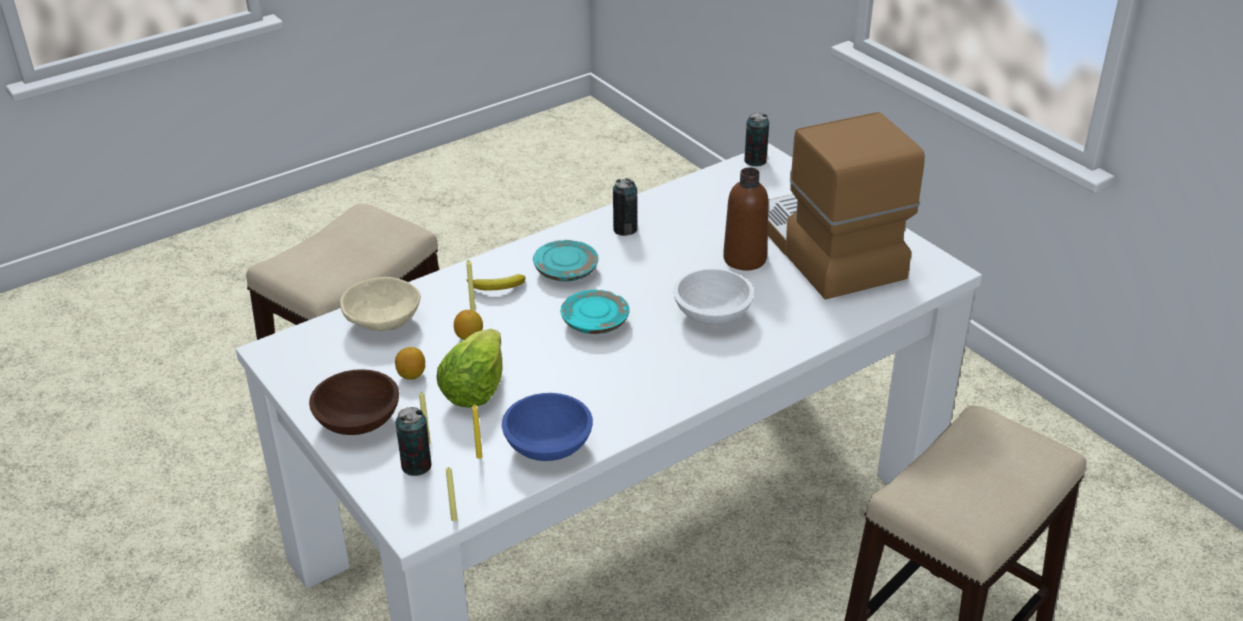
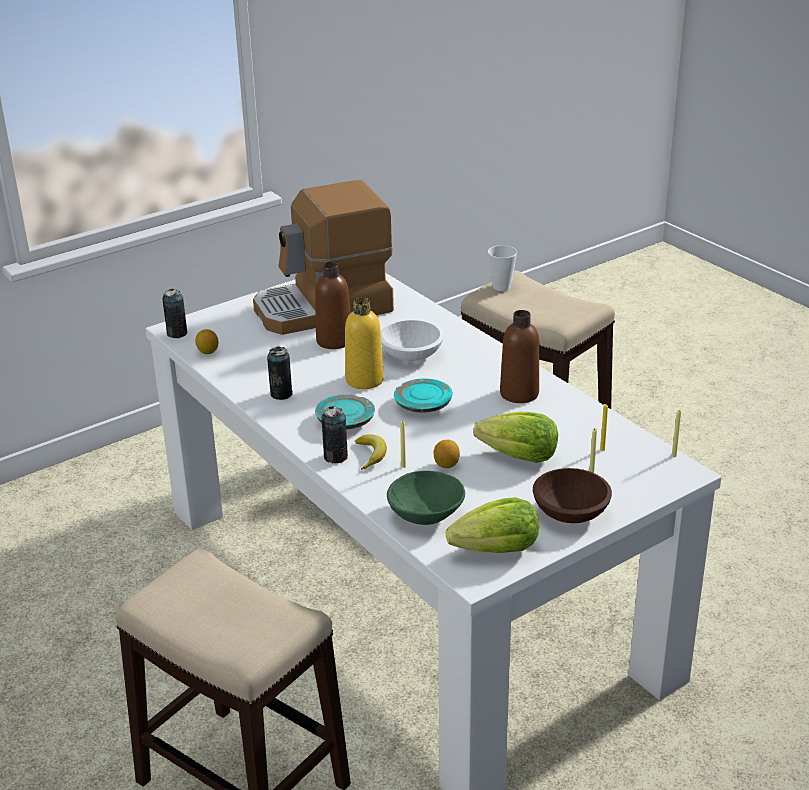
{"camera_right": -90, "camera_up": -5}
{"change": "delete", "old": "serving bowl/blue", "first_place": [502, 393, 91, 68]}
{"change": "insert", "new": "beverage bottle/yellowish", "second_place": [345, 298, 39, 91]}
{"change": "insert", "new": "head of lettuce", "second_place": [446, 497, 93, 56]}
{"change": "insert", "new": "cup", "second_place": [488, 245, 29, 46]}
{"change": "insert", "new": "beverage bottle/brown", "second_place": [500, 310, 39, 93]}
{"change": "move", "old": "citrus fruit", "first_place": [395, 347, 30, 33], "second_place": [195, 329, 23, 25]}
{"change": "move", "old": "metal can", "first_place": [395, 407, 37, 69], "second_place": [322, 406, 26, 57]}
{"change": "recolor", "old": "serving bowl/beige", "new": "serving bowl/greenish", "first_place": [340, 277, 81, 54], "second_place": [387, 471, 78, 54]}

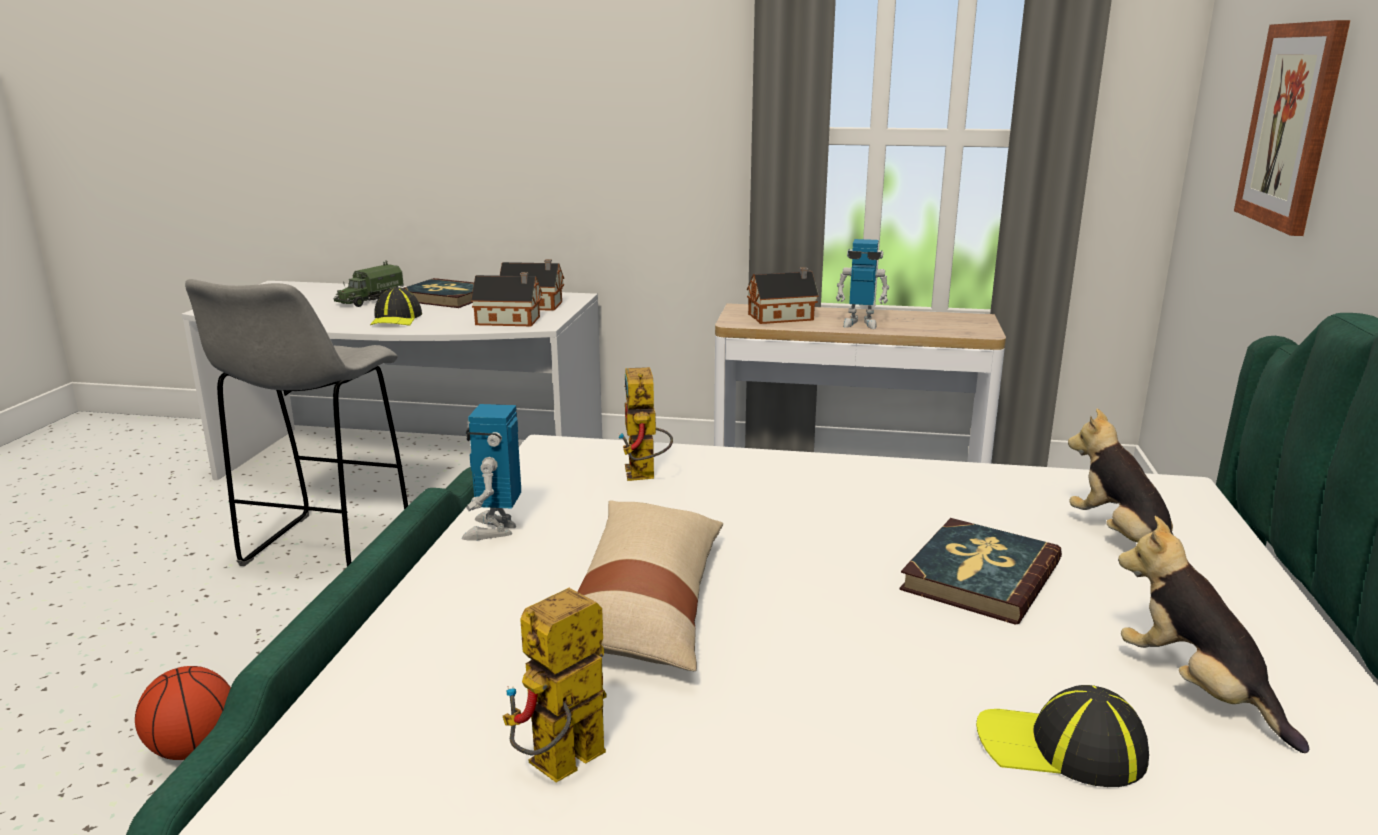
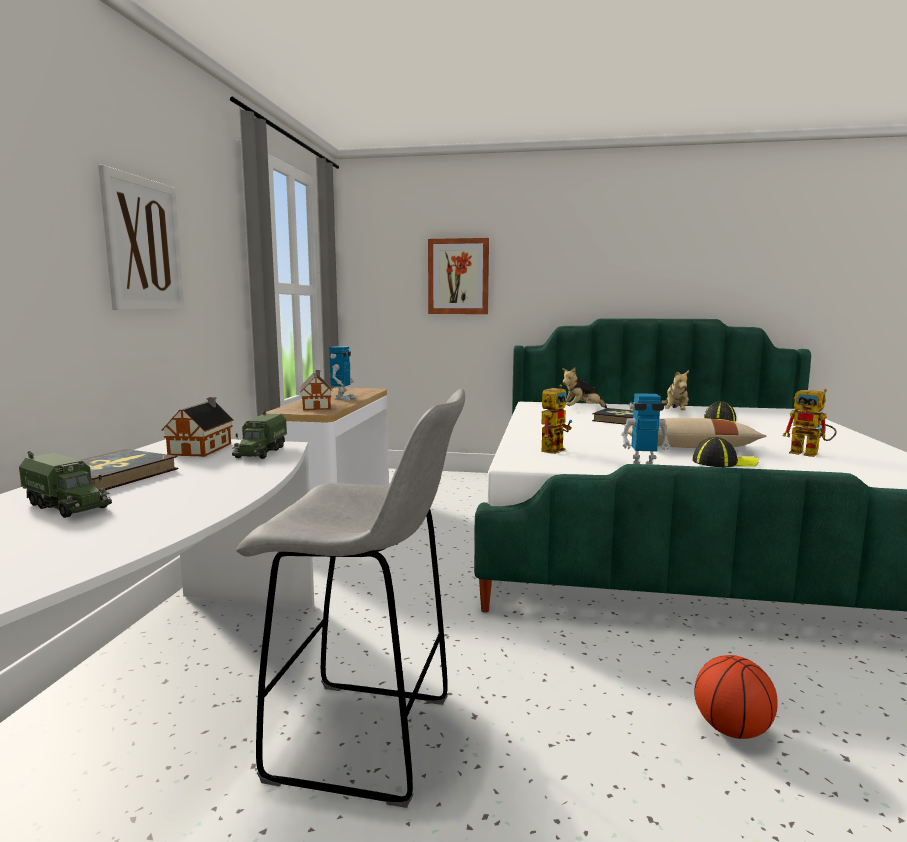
{"camera_right": -90, "camera_up": -10}
{"change": "insert", "new": "wall picture", "second_place": [98, 165, 87, 145]}
{"change": "move", "old": "baseball cap", "first_place": [370, 287, 52, 39], "second_place": [692, 437, 66, 30]}
{"change": "replace", "old": "toy house", "new": "model truck", "first_place": [471, 272, 71, 54], "second_place": [232, 410, 55, 49]}
{"change": "rotate", "old": "toy robot", "first_place": [618, 367, 55, 114], "second_place": [541, 385, 31, 69], "degrees": -45}
{"change": "rotate", "old": "cuddly toy", "first_place": [1118, 516, 192, 237], "second_place": [661, 370, 28, 40], "degrees": -45}

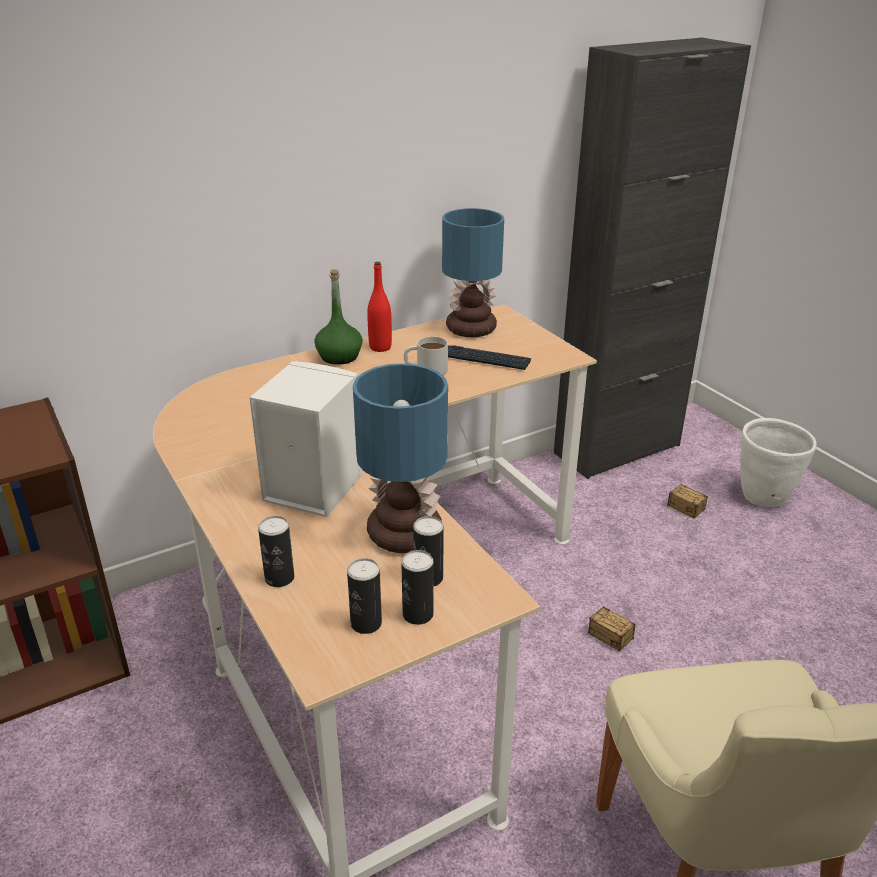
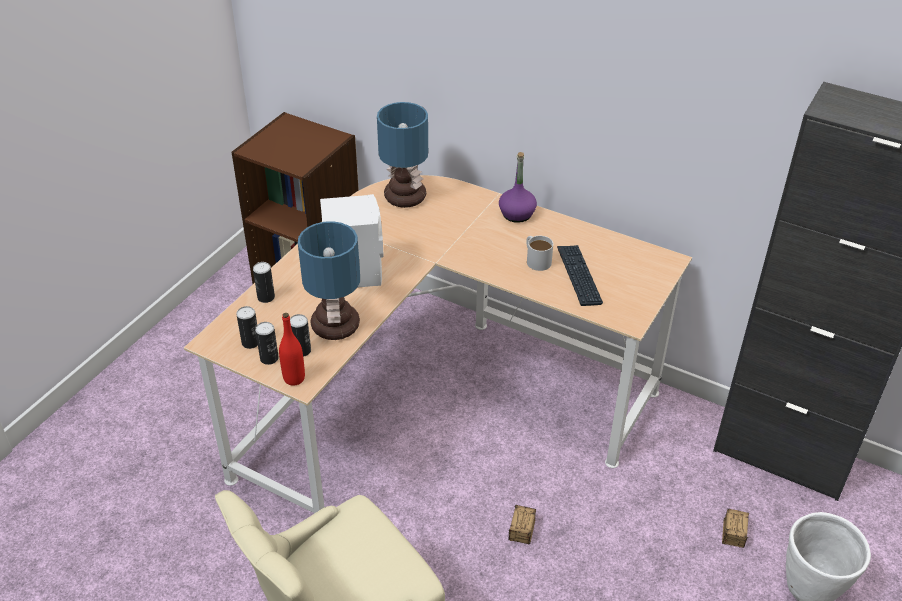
{"camera_right": 60, "camera_up": 10}
{"change": "move", "old": "beverage bottle/reddish", "first_place": [367, 262, 25, 90], "second_place": [279, 313, 26, 73]}
{"change": "move", "old": "lamp for a table", "first_place": [442, 208, 62, 129], "second_place": [377, 102, 51, 106]}
{"change": "recolor", "old": "beverage bottle/greenish", "new": "beverage bottle/purplish", "first_place": [314, 269, 49, 96], "second_place": [499, 152, 38, 71]}

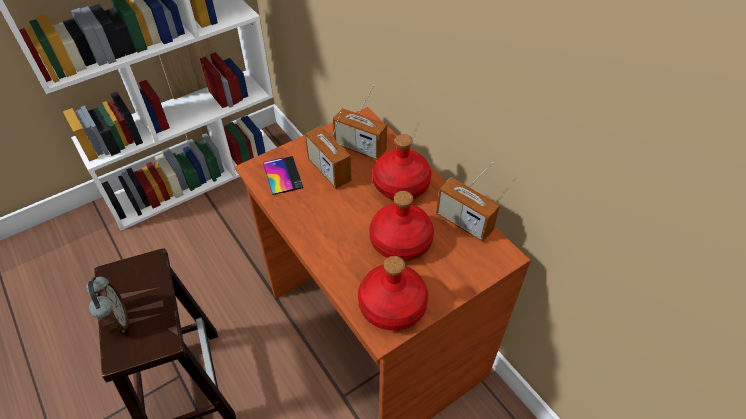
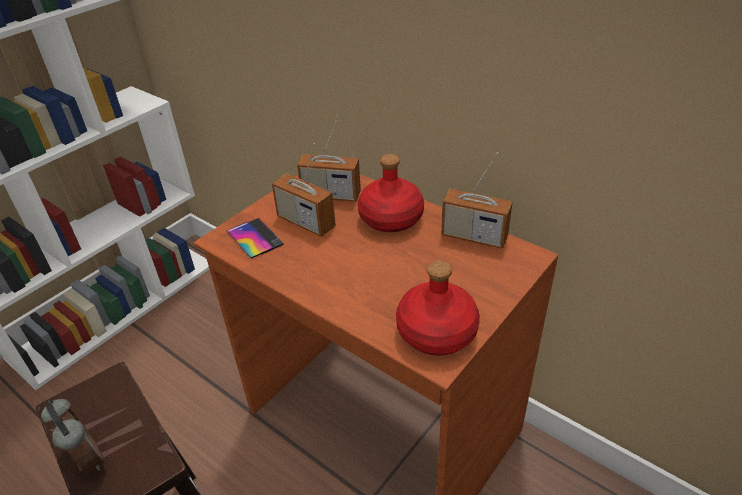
{"camera_right": -15, "camera_up": -10}
{"change": "delete", "old": "beverage bottle/reddish", "first_place": [369, 191, 65, 70]}

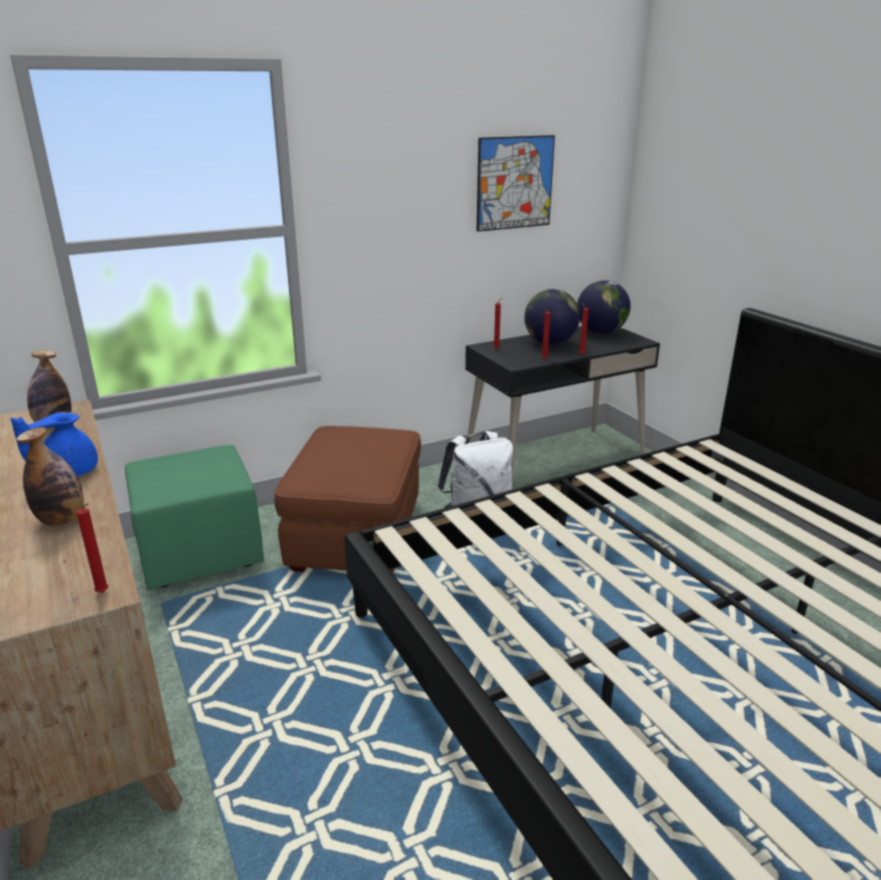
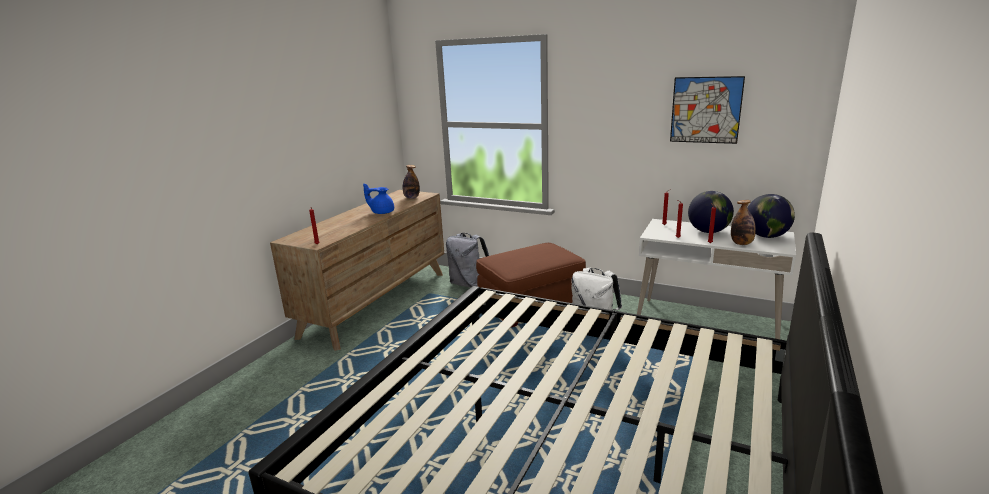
{"camera_right": 55, "camera_up": -5}
{"change": "move", "old": "beverage bottle", "first_place": [16, 427, 68, 99], "second_place": [731, 200, 25, 45]}
{"change": "replace", "old": "ottoman/greenish", "new": "rucksack/greyish", "first_place": [125, 445, 139, 146], "second_place": [446, 233, 43, 54]}
{"change": "recolor", "old": "desk table/black-coloured", "new": "desk table/whitish", "first_place": [465, 326, 195, 150], "second_place": [637, 219, 159, 120]}

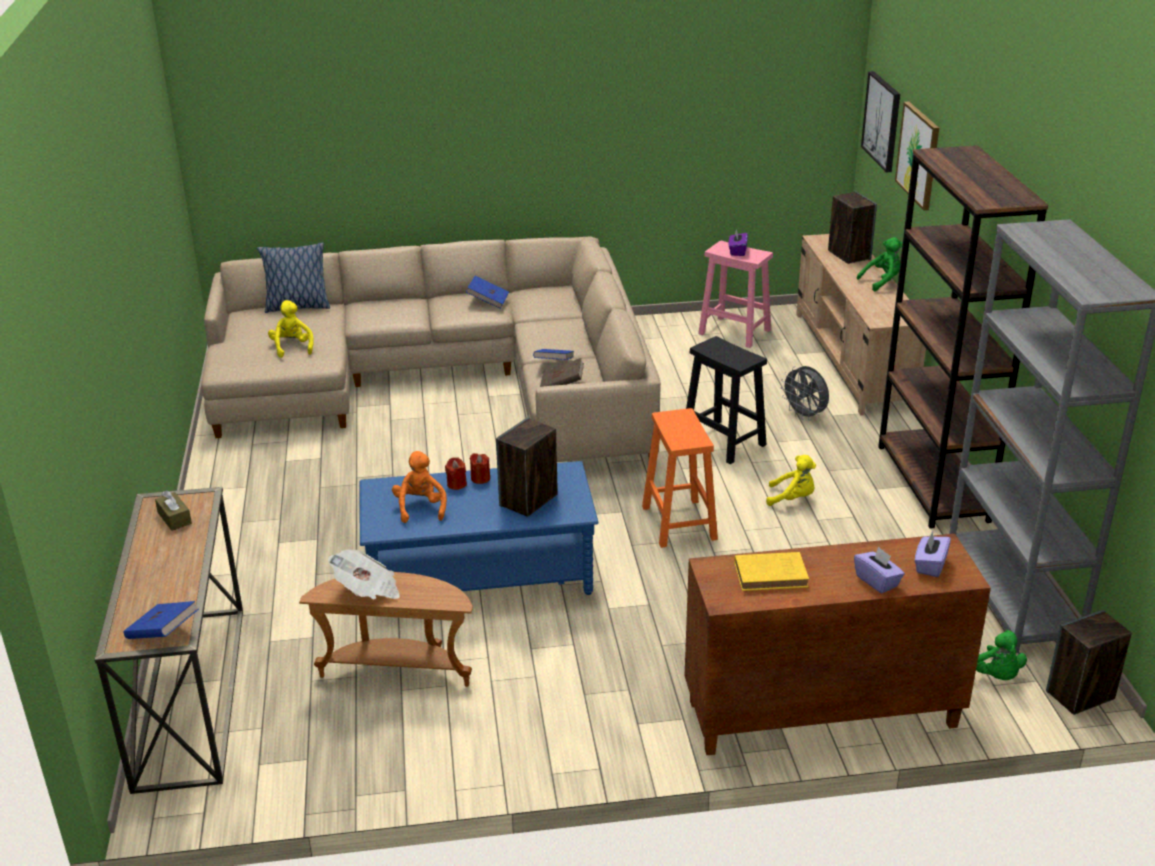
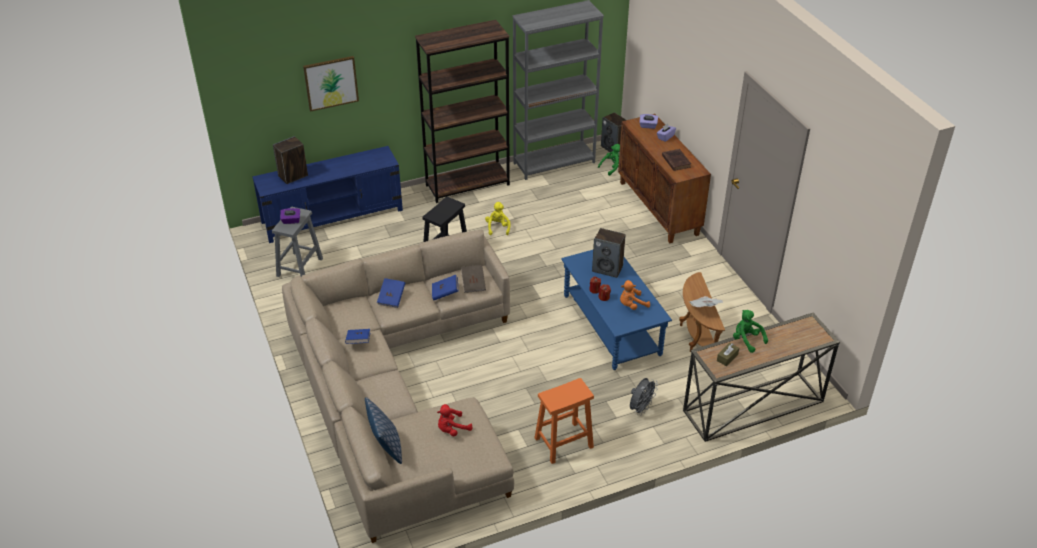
{"camera_right": -105, "camera_up": 10}
{"change": "delete", "old": "wall picture", "first_place": [861, 71, 39, 101]}
{"change": "move", "old": "volume/blue", "first_place": [123, 601, 76, 38], "second_place": [377, 278, 28, 30]}
{"change": "move", "old": "stool/orangey", "first_place": [642, 408, 76, 140], "second_place": [535, 378, 59, 86]}
{"change": "move", "old": "cooling fan/greyish", "first_place": [780, 366, 49, 55], "second_place": [630, 378, 28, 37]}
{"change": "move", "old": "cuddly toy/greenish", "first_place": [857, 237, 46, 54], "second_place": [733, 310, 35, 43]}
{"change": "recolor", "old": "cuddly toy/yellowish", "new": "cuddly toy/reddish", "first_place": [268, 300, 46, 58], "second_place": [437, 404, 36, 33]}
{"change": "recolor", "old": "stool/pinkish", "new": "stool/greyish", "first_place": [698, 241, 75, 107], "second_place": [272, 207, 51, 70]}
{"change": "recolor", "old": "volume/yellowish", "new": "volume/brown", "first_place": [734, 552, 75, 39], "second_place": [662, 149, 29, 22]}
{"change": "recolor", "old": "media console/beige", "new": "media console/blue", "first_place": [796, 234, 130, 182], "second_place": [252, 146, 151, 97]}

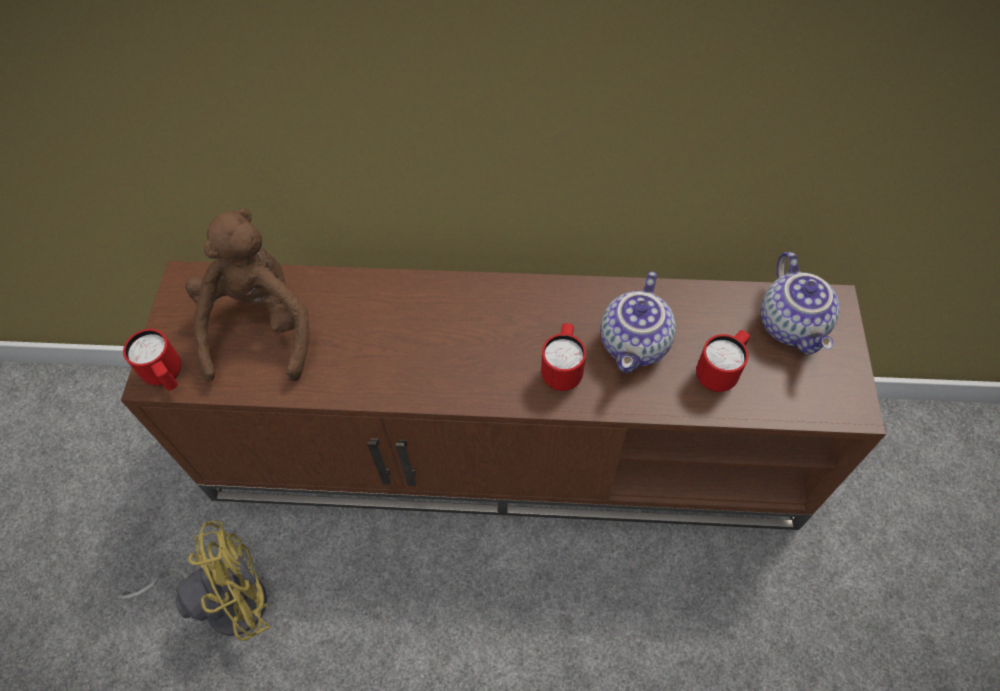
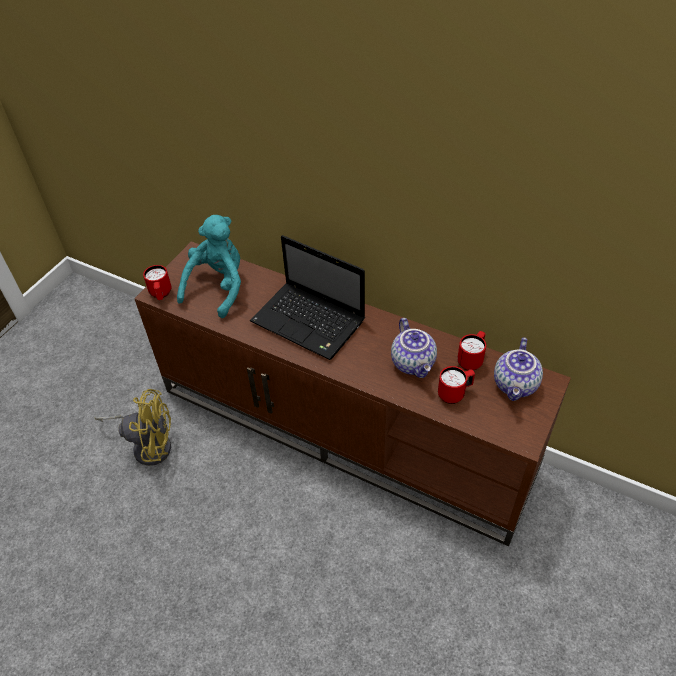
{"camera_right": 25, "camera_up": -10}
{"change": "insert", "new": "laptop", "second_place": [250, 235, 115, 125]}
{"change": "move", "old": "tea mug/reddish", "first_place": [541, 323, 45, 68], "second_place": [457, 331, 29, 40]}
{"change": "recolor", "old": "cuddly toy/brown", "new": "cuddly toy/turquoise-coloured", "first_place": [185, 208, 125, 174], "second_place": [177, 215, 64, 103]}
{"change": "rotate", "old": "teapot", "first_place": [600, 271, 76, 102], "second_place": [391, 318, 46, 60], "degrees": -60}

